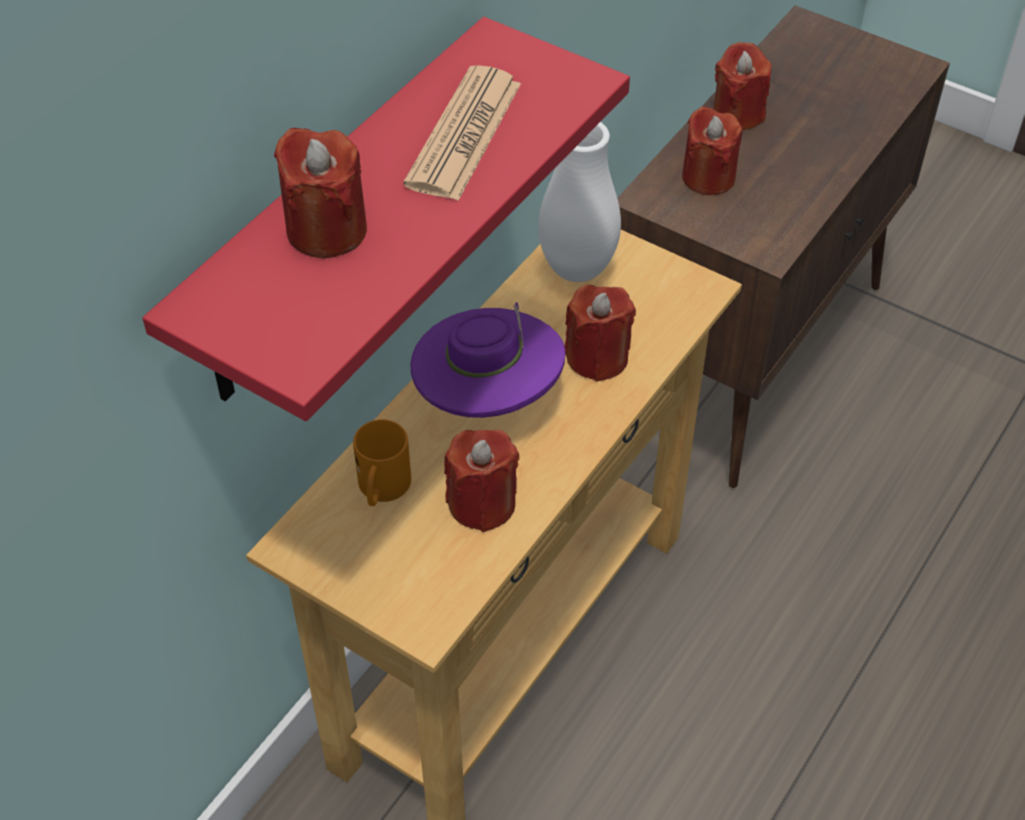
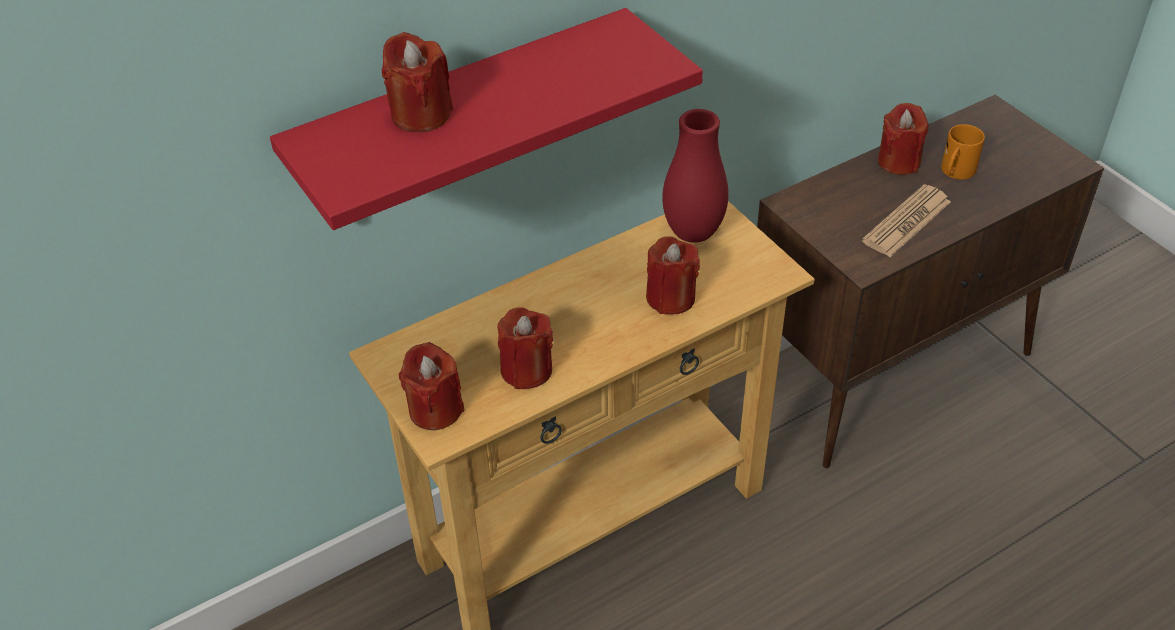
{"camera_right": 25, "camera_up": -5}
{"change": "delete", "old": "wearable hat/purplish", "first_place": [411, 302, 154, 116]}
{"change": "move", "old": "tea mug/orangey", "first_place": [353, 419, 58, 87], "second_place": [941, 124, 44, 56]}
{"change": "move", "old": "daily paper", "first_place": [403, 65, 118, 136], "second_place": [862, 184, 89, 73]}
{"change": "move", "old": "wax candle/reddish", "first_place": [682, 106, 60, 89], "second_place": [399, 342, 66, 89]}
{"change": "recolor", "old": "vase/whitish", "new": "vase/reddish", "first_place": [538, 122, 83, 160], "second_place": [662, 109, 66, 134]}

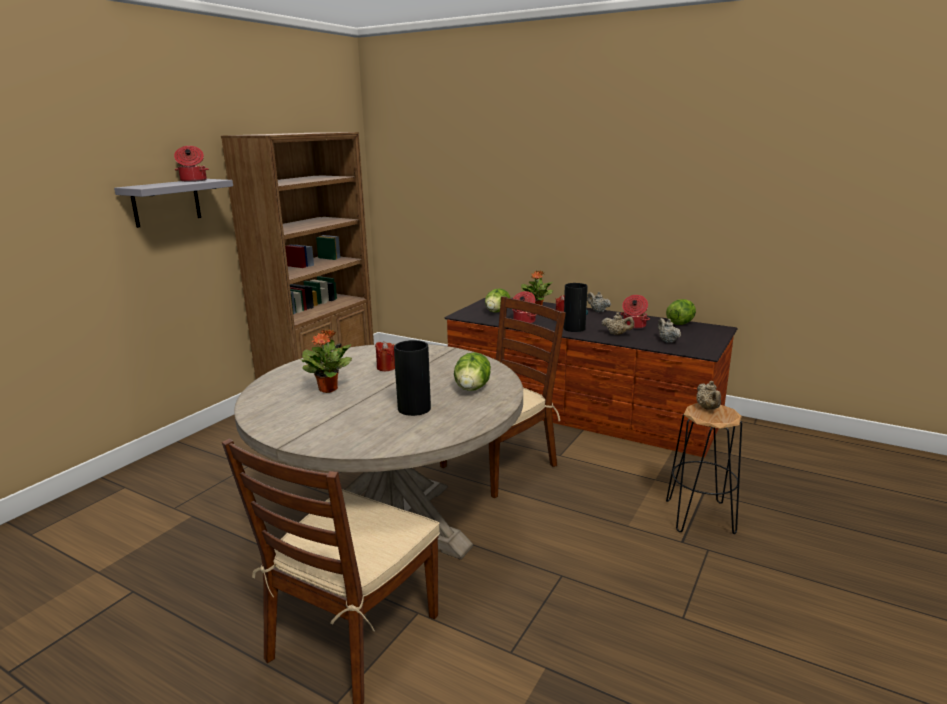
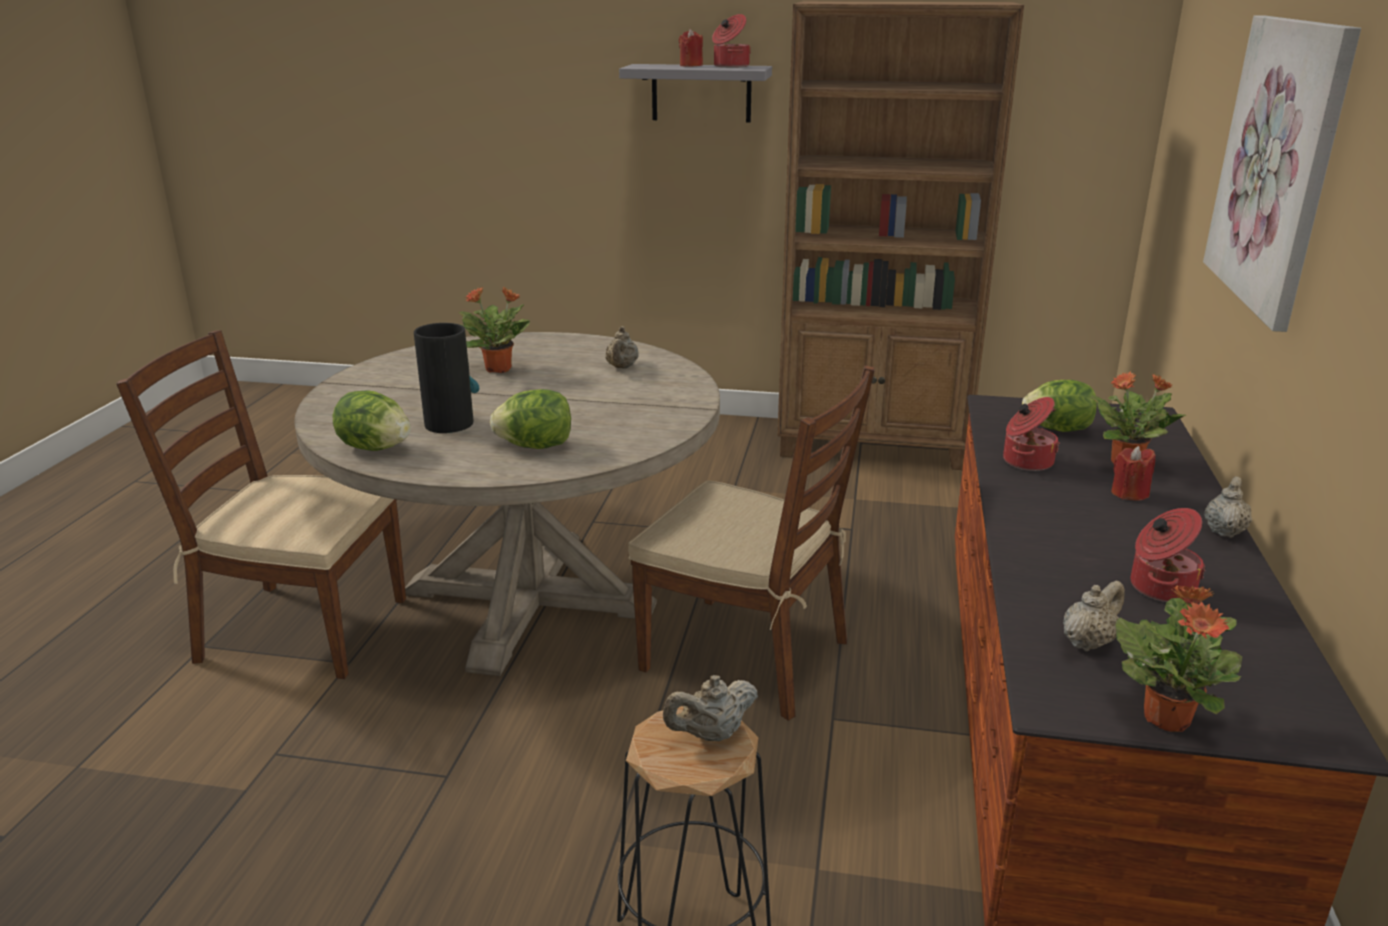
{"camera_right": 70, "camera_up": 5}
{"change": "delete", "old": "vase", "first_place": [563, 283, 25, 49]}
{"change": "insert", "new": "houseplant", "second_place": [1115, 585, 127, 147]}
{"change": "insert", "new": "wall picture", "second_place": [1203, 16, 158, 316]}
{"change": "move", "old": "wax candle/reddish", "first_place": [375, 341, 20, 30], "second_place": [679, 29, 24, 38]}
{"change": "move", "old": "teapot/beige", "first_place": [602, 312, 32, 23], "second_place": [605, 326, 34, 43]}
{"change": "move", "old": "head of lettuce", "first_place": [666, 299, 30, 26], "second_place": [333, 390, 78, 61]}

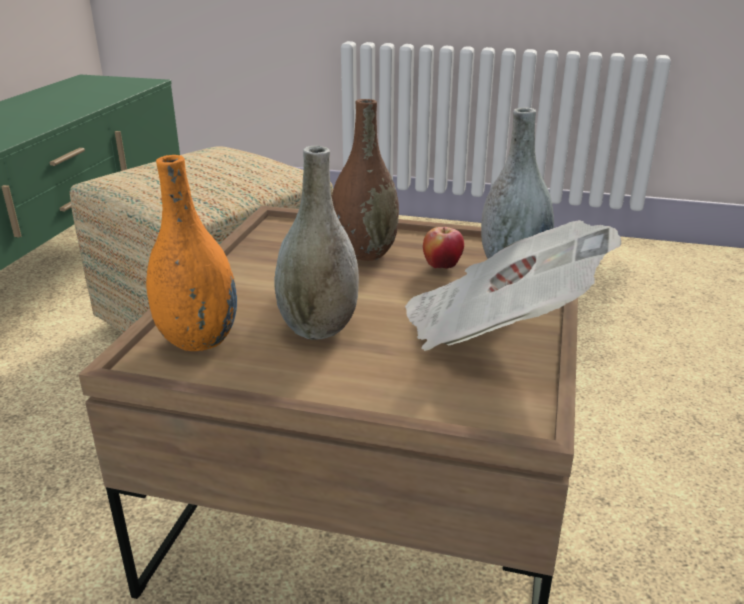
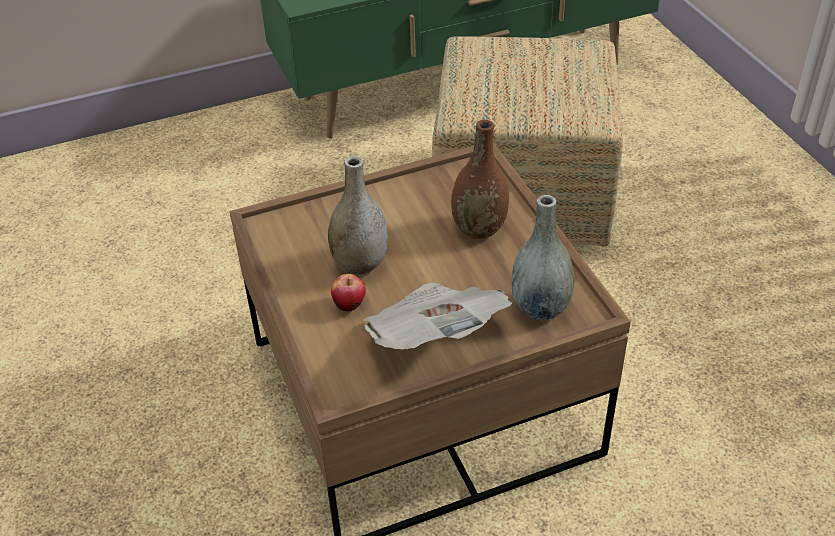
{"camera_right": 55, "camera_up": 15}
{"change": "delete", "old": "vase/orangey", "first_place": [146, 155, 91, 196]}
{"change": "move", "old": "apple fruit", "first_place": [423, 227, 41, 42], "second_place": [331, 274, 35, 38]}

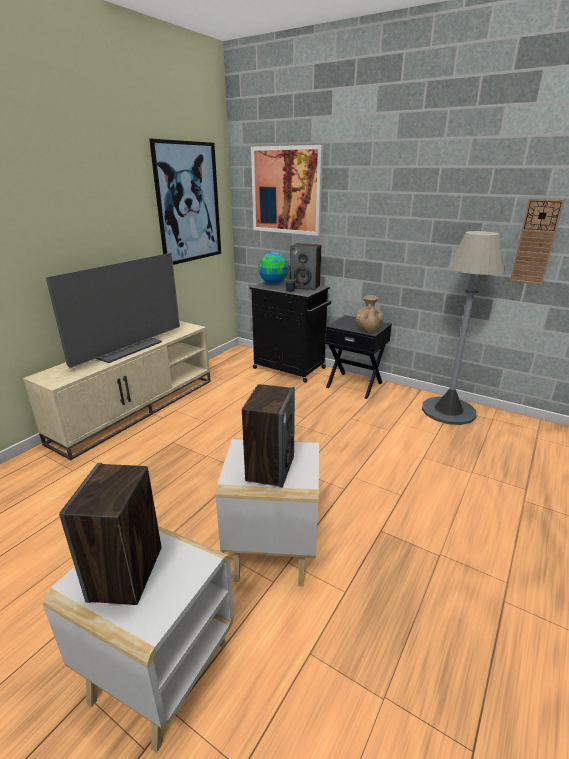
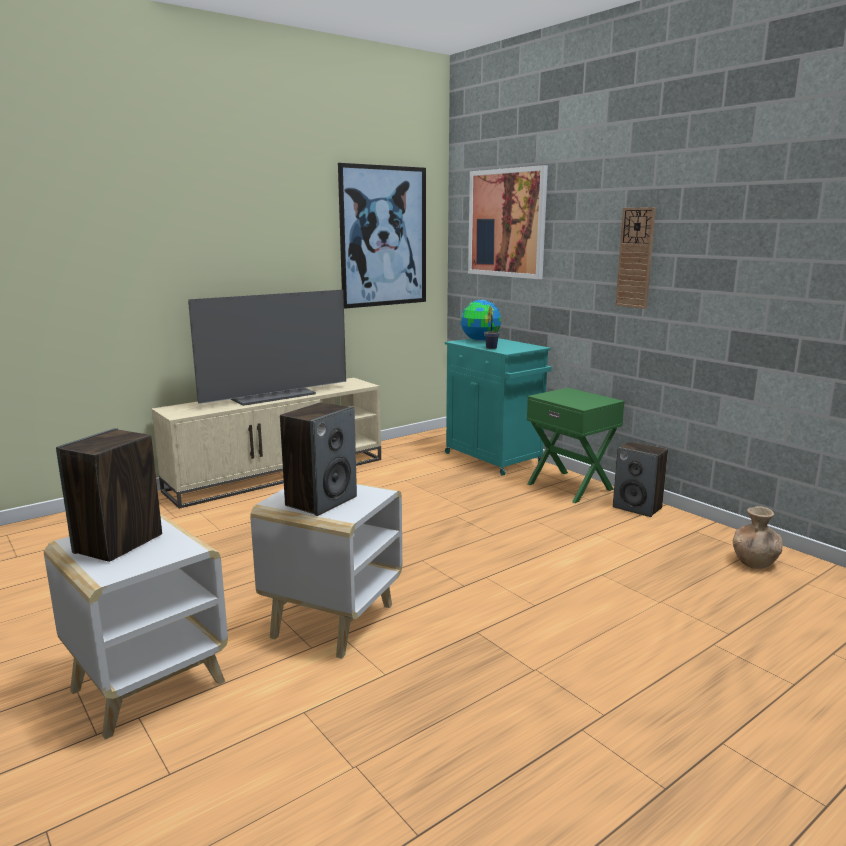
{"camera_right": 20, "camera_up": -10}
{"change": "delete", "old": "floor lamp/greyish", "first_place": [422, 231, 83, 194]}
{"change": "move", "old": "audio speaker", "first_place": [290, 243, 31, 47], "second_place": [613, 441, 55, 76]}
{"change": "move", "old": "vase/brown", "first_place": [356, 295, 27, 37], "second_place": [733, 506, 50, 63]}
{"change": "move", "old": "clock on the wall", "first_place": [510, 199, 54, 86], "second_place": [616, 207, 40, 102]}
{"change": "recolor", "old": "cupboard/black-coloured", "new": "cupboard/turquoise-coloured", "first_place": [249, 280, 82, 103], "second_place": [445, 338, 107, 138]}
{"change": "recolor", "old": "bedside table/black-coloured", "new": "bedside table/greenish", "first_place": [325, 315, 67, 84], "second_place": [527, 388, 98, 115]}

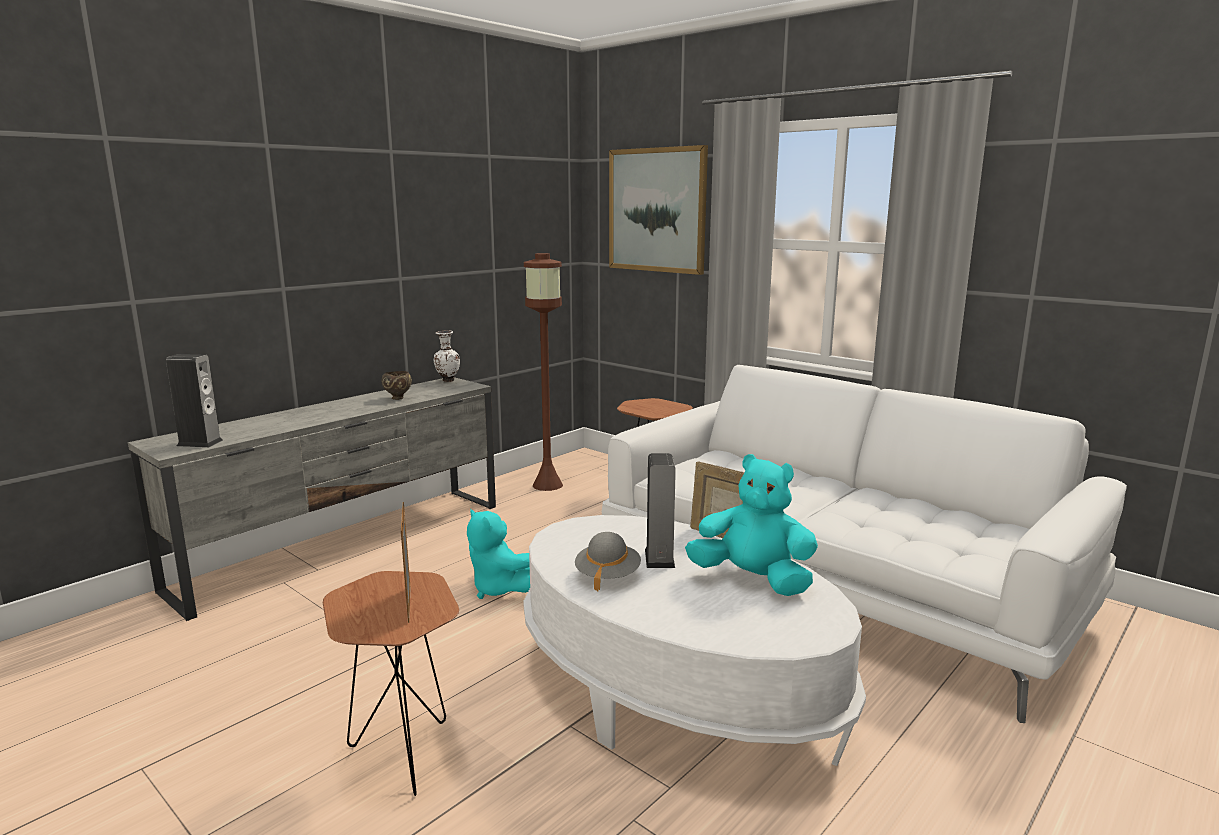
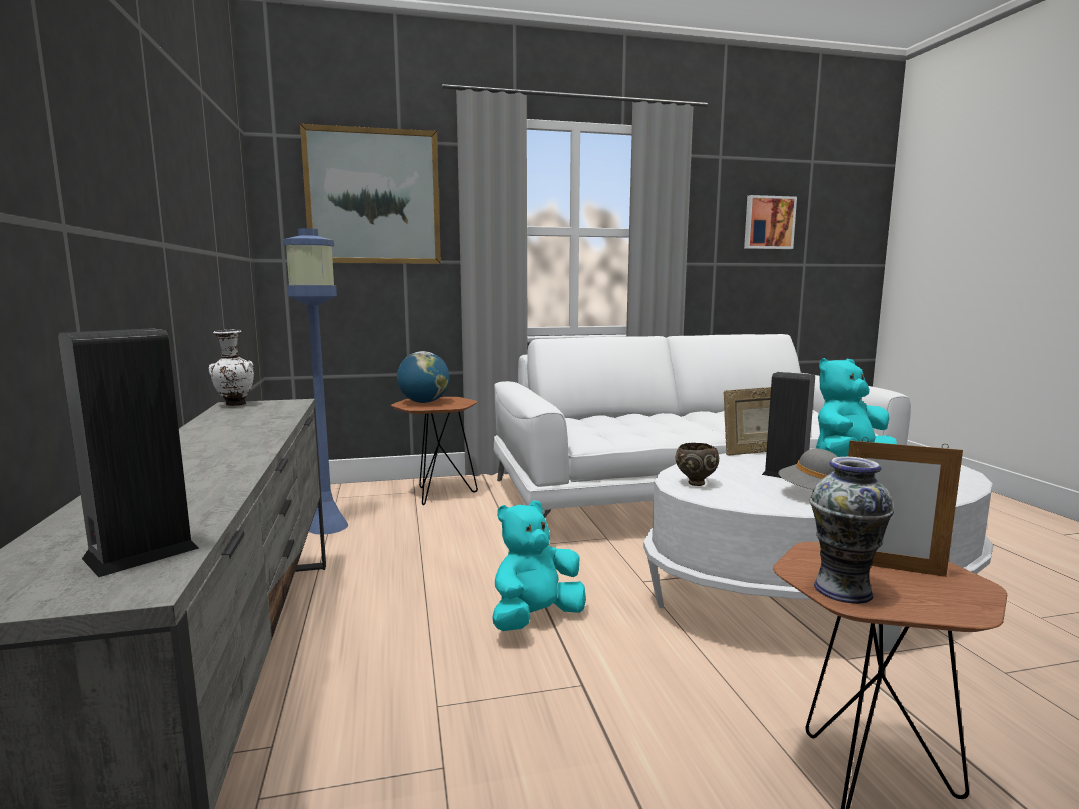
{"camera_right": -55, "camera_up": -5}
{"change": "insert", "new": "desk globe", "second_place": [397, 351, 52, 52]}
{"change": "insert", "new": "wall picture", "second_place": [744, 195, 53, 54]}
{"change": "insert", "new": "vase", "second_place": [810, 457, 84, 147]}
{"change": "move", "old": "serving bowl/brown", "first_place": [382, 371, 30, 29], "second_place": [676, 443, 43, 43]}
{"change": "recolor", "old": "floor lamp/brown", "new": "floor lamp/blue", "first_place": [524, 253, 39, 238], "second_place": [283, 228, 65, 306]}
{"change": "rotate", "old": "cuddly toy/turquoise-coloured", "first_place": [467, 509, 63, 90], "second_place": [492, 500, 94, 131], "degrees": 150}

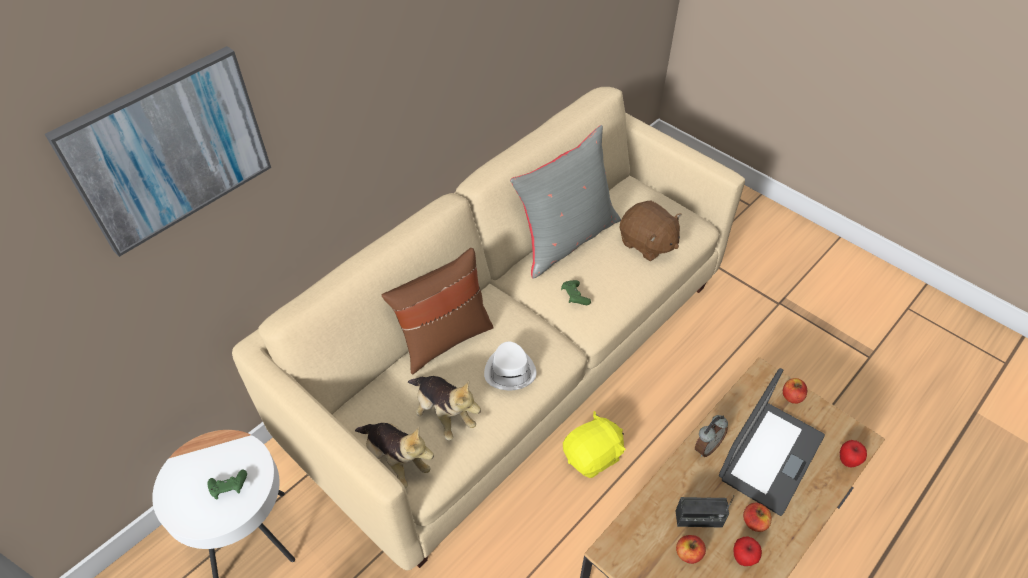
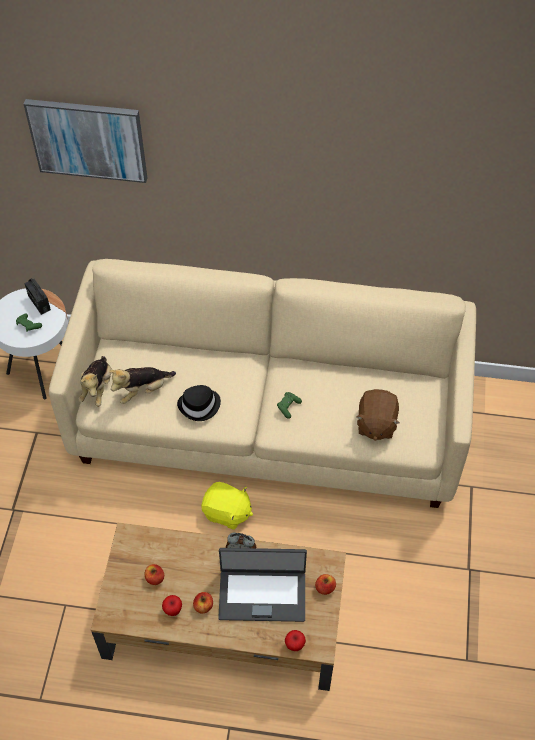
{"camera_right": 55, "camera_up": 5}
{"change": "delete", "old": "throw pillow/brown", "first_place": [382, 248, 112, 126]}
{"change": "delete", "old": "throw pillow/greyish", "first_place": [510, 125, 111, 154]}
{"change": "move", "old": "radio receiver", "first_place": [676, 495, 59, 33], "second_place": [24, 278, 27, 37]}
{"change": "recolor", "old": "wearable hat/whitish", "new": "wearable hat/black-coloured", "first_place": [484, 342, 53, 48], "second_place": [177, 385, 44, 36]}
{"change": "rotate", "old": "cuddly toy", "first_place": [408, 376, 73, 64], "second_place": [109, 367, 67, 37], "degrees": 45}

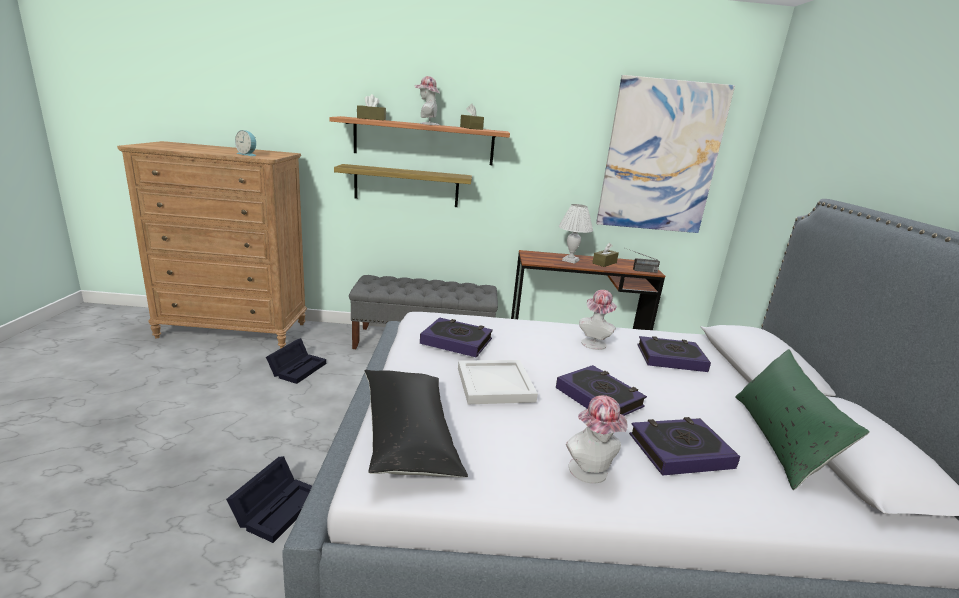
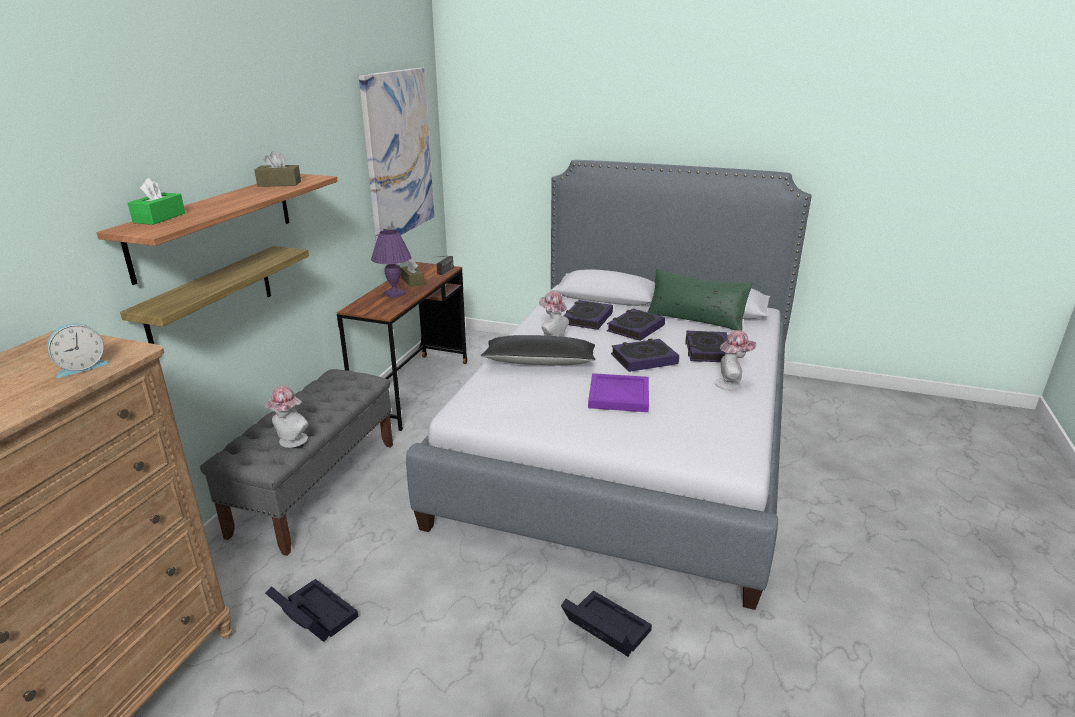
{"camera_right": -70, "camera_up": 5}
{"change": "move", "old": "throw pillow/black-coloured", "first_place": [364, 370, 104, 108], "second_place": [481, 335, 115, 31]}
{"change": "move", "old": "wearable hat", "first_place": [414, 76, 26, 49], "second_place": [265, 386, 43, 62]}
{"change": "move", "old": "volume", "first_place": [420, 317, 73, 40], "second_place": [607, 309, 58, 32]}
{"change": "recolor", "old": "tissue holder/brown", "new": "tissue holder/greenish", "first_place": [357, 94, 29, 26], "second_place": [128, 178, 57, 47]}
{"change": "recolor", "old": "tray/whitish", "new": "tray/purplish", "first_place": [458, 360, 80, 44], "second_place": [588, 373, 61, 39]}
{"change": "recolor", "old": "lamp for a table/whitish", "new": "lamp for a table/purplish", "first_place": [559, 204, 34, 60], "second_place": [371, 230, 40, 69]}

